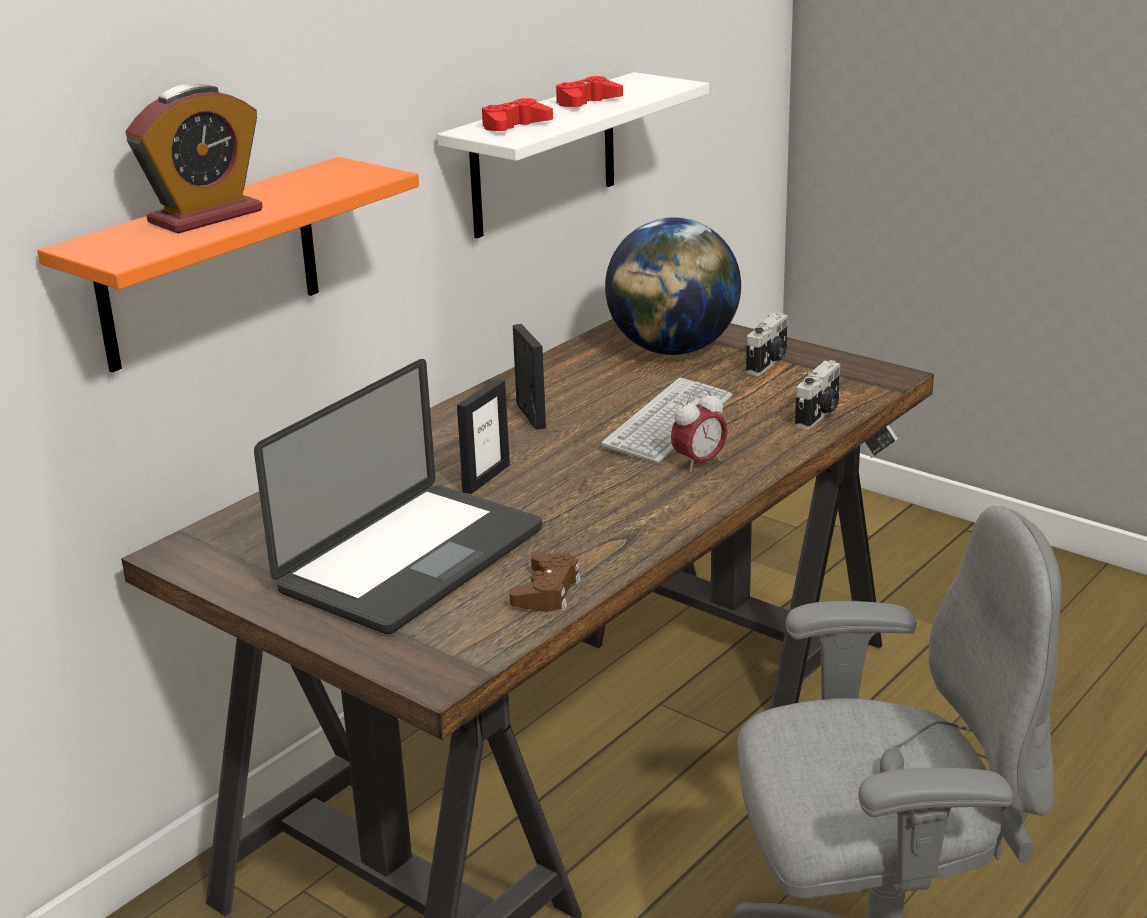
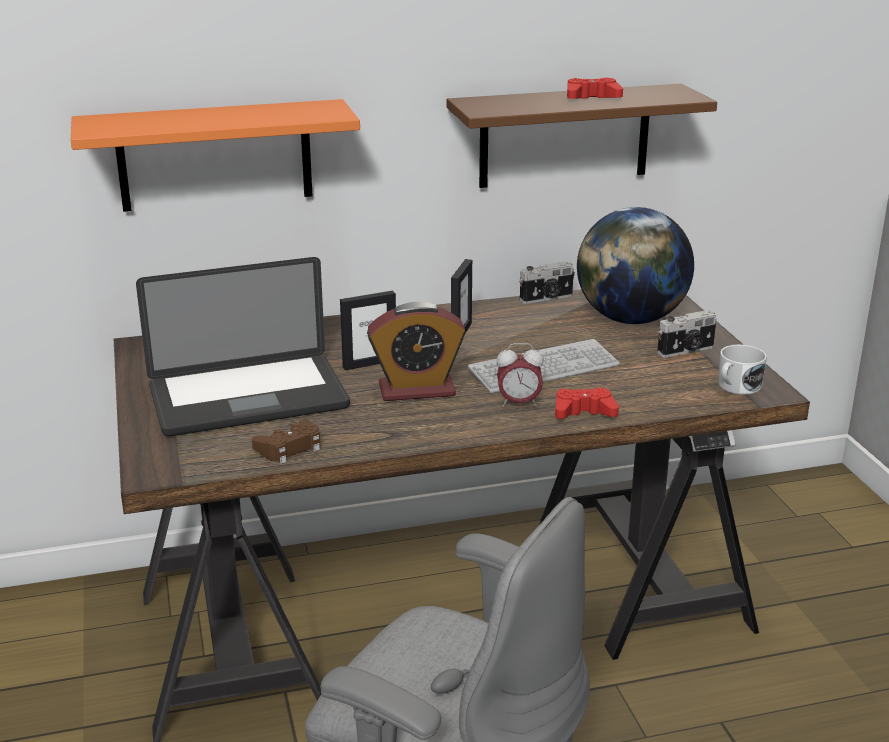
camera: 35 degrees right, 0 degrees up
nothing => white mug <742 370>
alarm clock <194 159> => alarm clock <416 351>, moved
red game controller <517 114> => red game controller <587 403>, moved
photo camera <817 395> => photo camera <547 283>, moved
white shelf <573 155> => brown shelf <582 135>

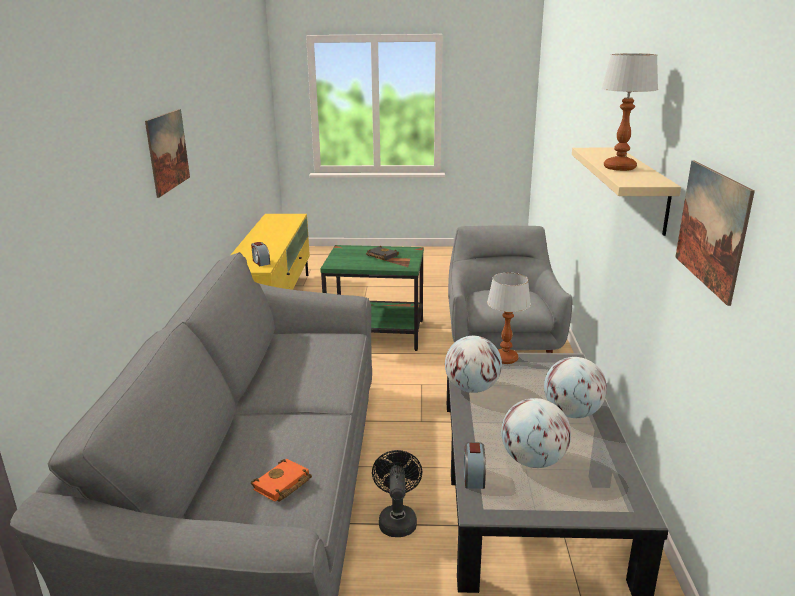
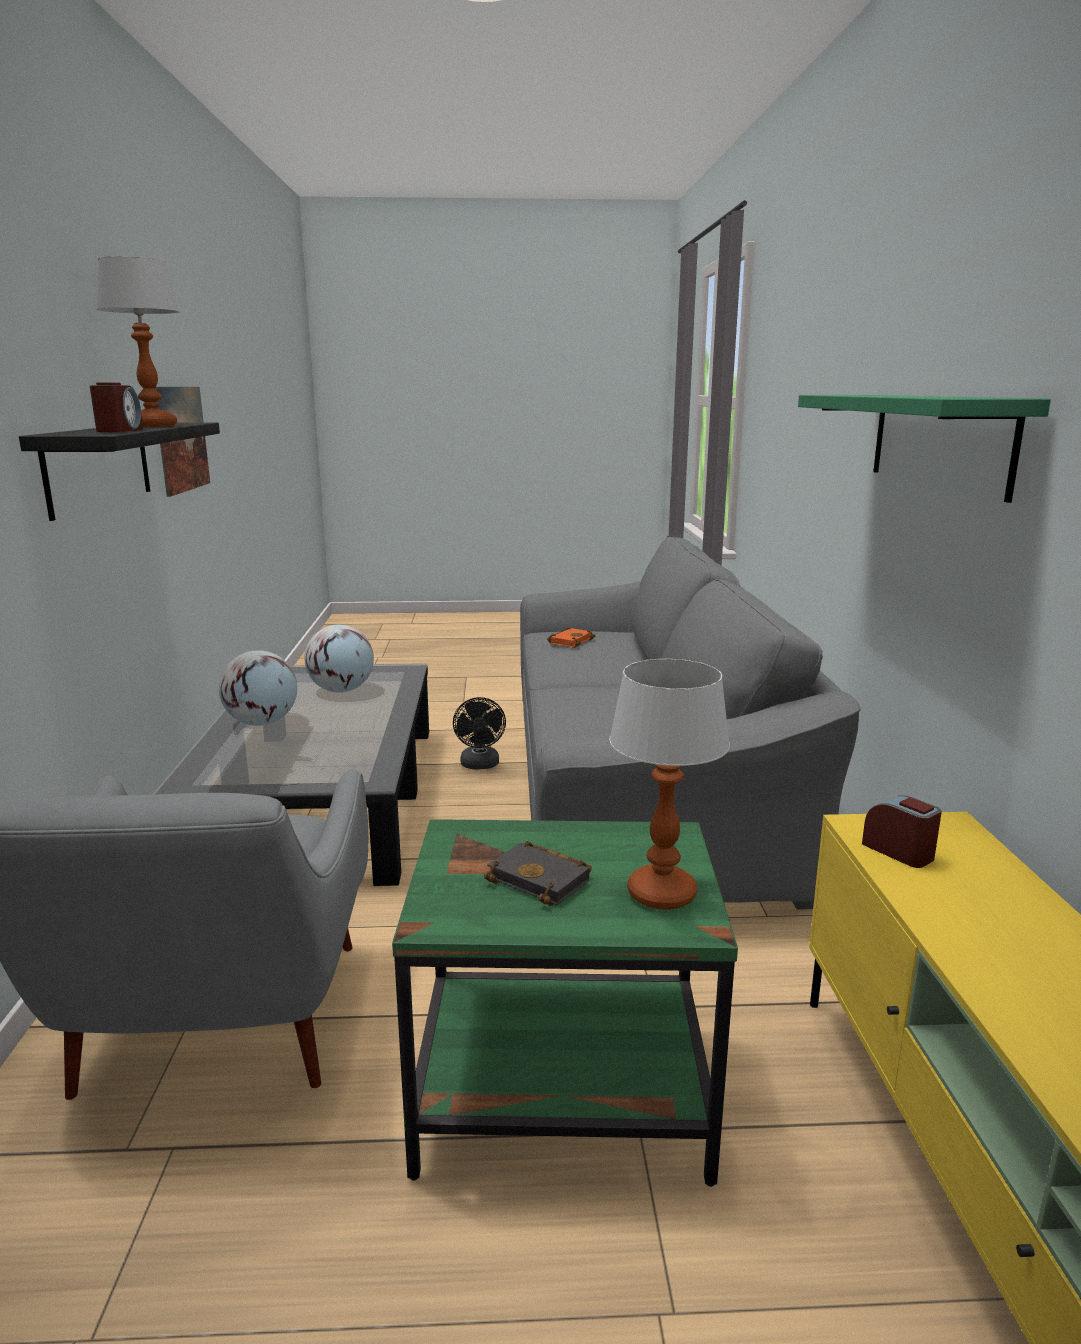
camera: 175 degrees right, 5 degrees down
globe <473 364> => nothing
alarm clock <475 465> => alarm clock <116 407>, moved
table lamp <509 318> => table lamp <669 784>, moved
picture <167 153> => green shelf <924 449>
beige shelf <626 192> => black shelf <119 472>

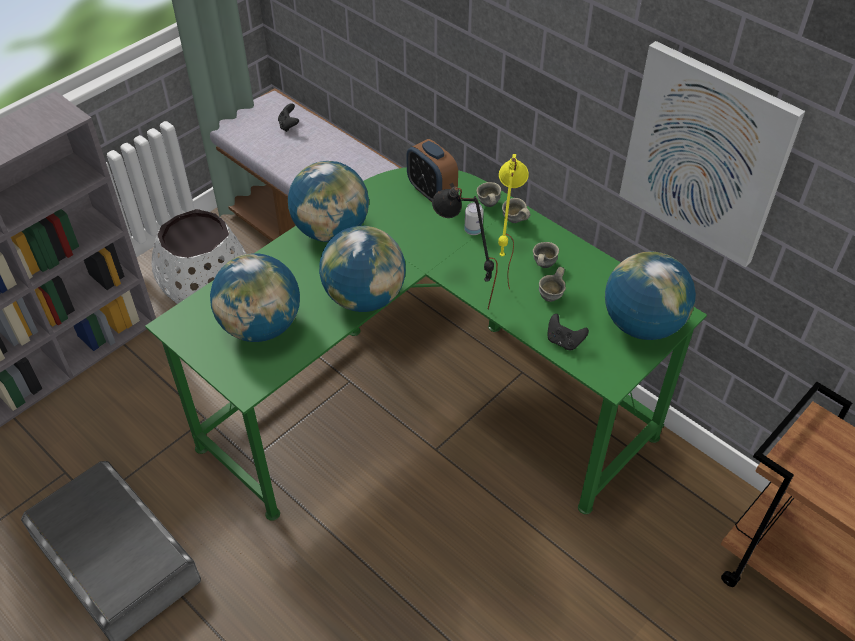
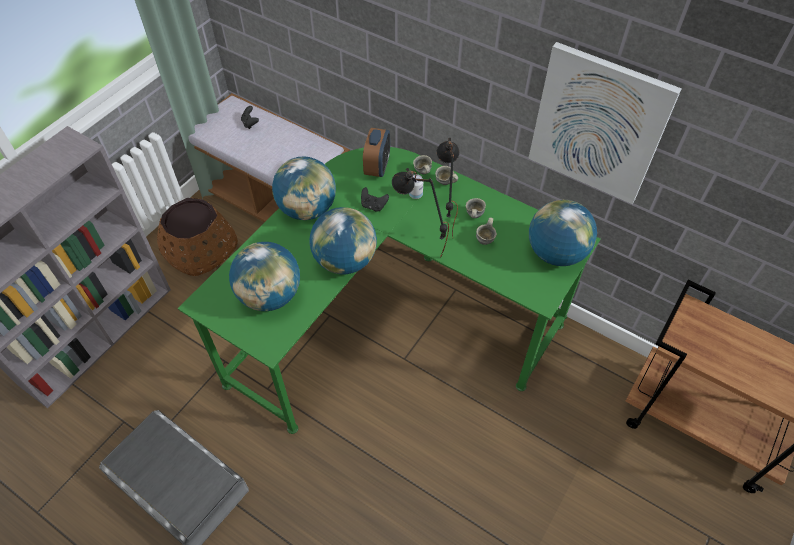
camera: 10 degrees left, 5 degrees up
black game controller <568 332> => black game controller <375 199>, moved
white planter <199 256> => brown planter <197 237>
yellow table lamp <513 222> => black table lamp <448 187>
alarm clock <432 170> => alarm clock <376 152>, 120 degrees counterclockwise

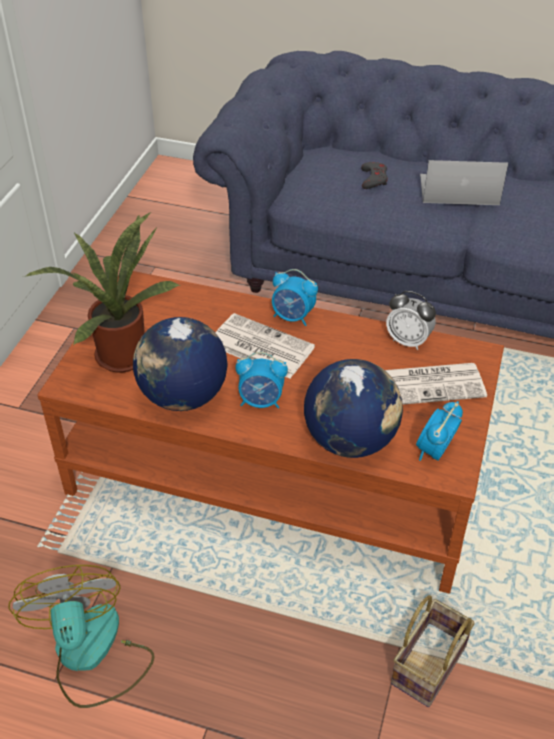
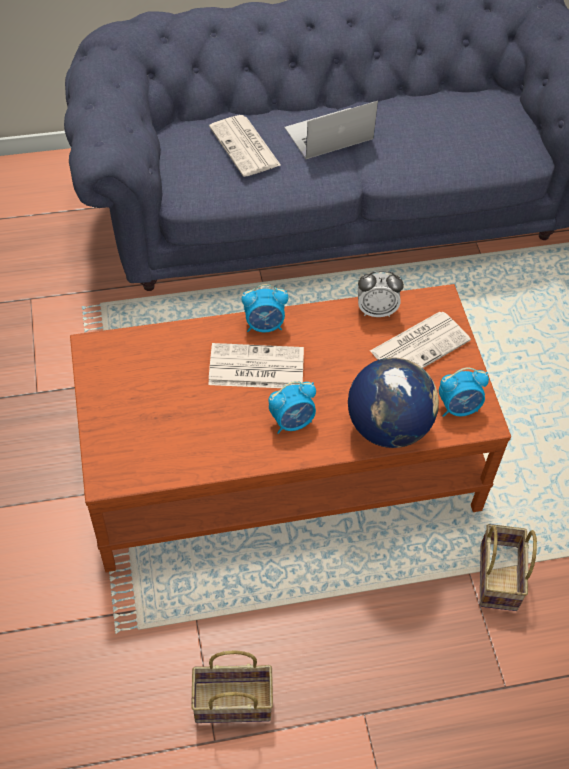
camera: 30 degrees left, 10 degrees up
potted plant <103 292> => nothing
globe <180 364> => nothing
fan <81 636> => basket <232 686>
grey game controller <374 175> => newspaper <245 146>
alarm clock <439 431> => alarm clock <464 392>, 105 degrees counterclockwise

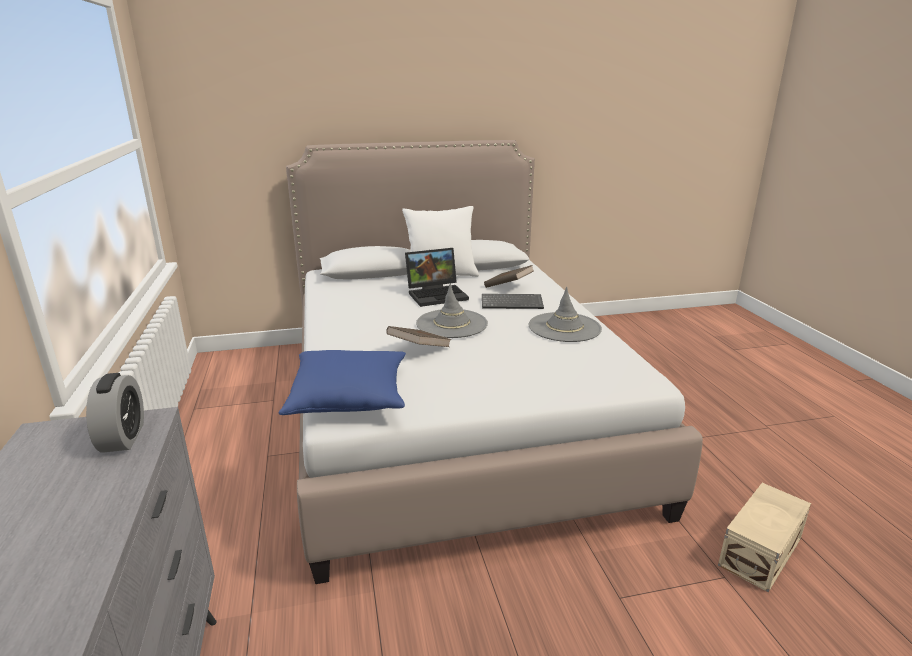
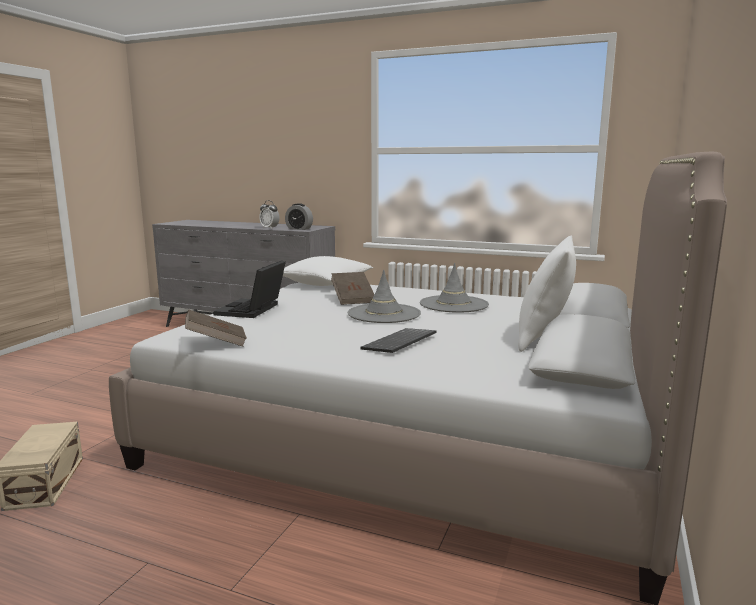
camera: 125 degrees right, 10 degrees down
nothing => alarm clock <269 214>
laptop <437 277> => laptop <249 289>, moved
brown book <509 276> => brown book <216 328>, moved
grey hat <565 314> => grey hat <454 288>, moved
blue pillow <342 382> => white pillow <328 271>

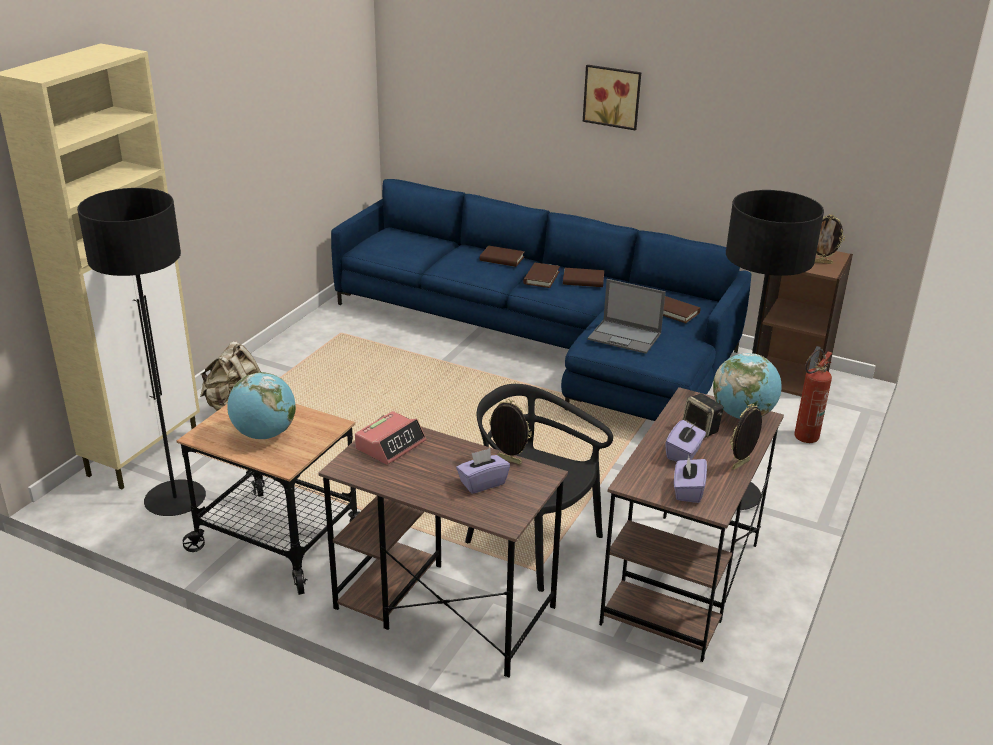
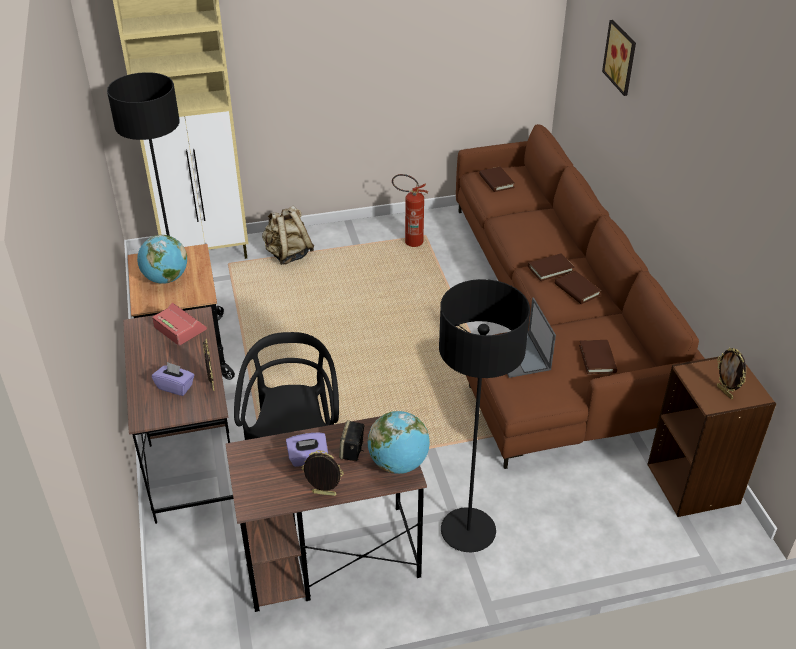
camera: 50 degrees right, 10 degrees up
purple tissue box <690 478> => nothing
brown book <502 256> => brown book <497 179>, moved
picture <612 97> => picture <619 58>, moved
fire extinguisher <813 396> => fire extinguisher <410 210>, moved
blue sofa <541 300> => brown sofa <580 296>
alarm clock <390 438> => alarm clock <179 324>, 135 degrees counterclockwise

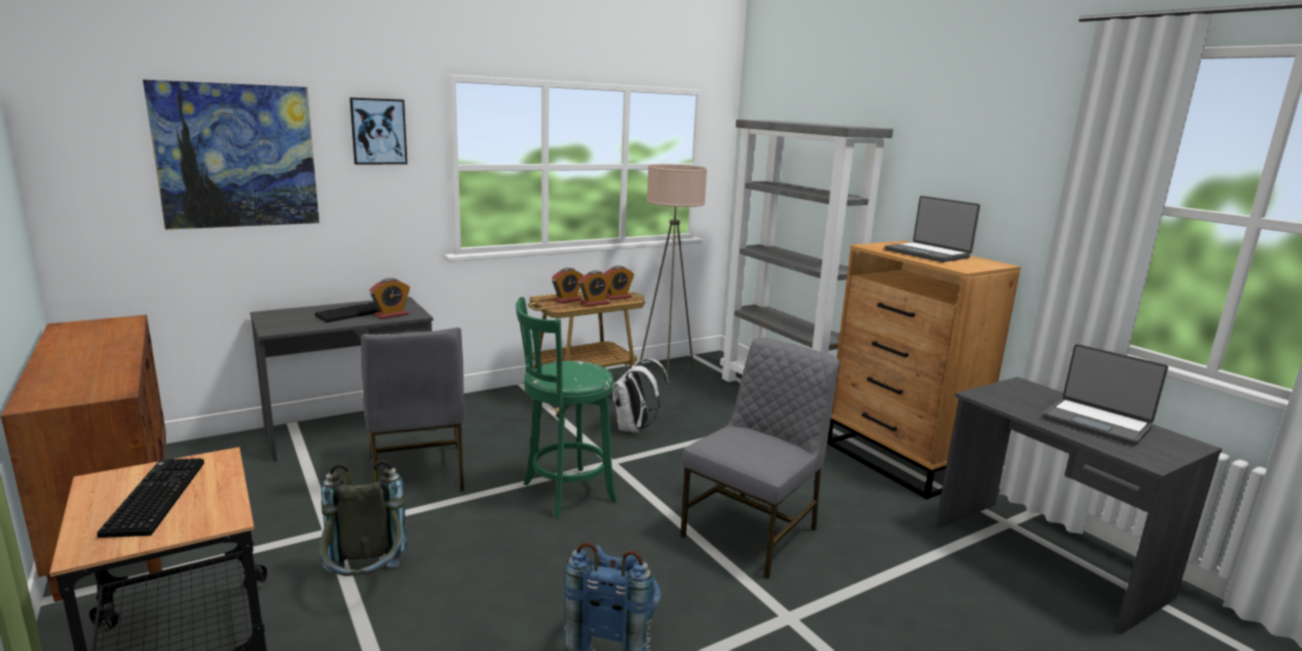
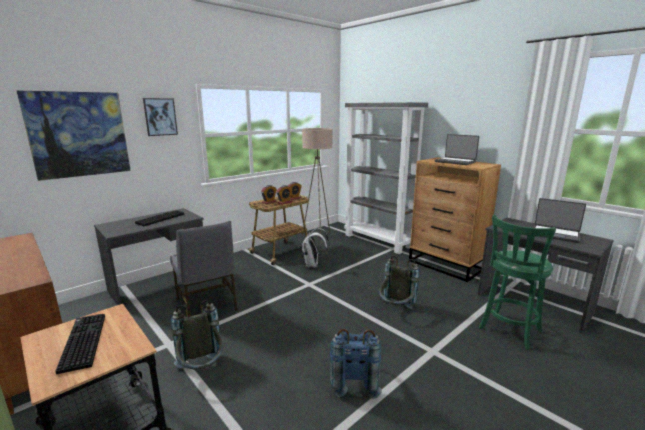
camera: 10 degrees left, 0 degrees up
alarm clock <390 298> => nothing
green stool <566 408> => green stool <517 282>, moved
grey chair <760 458> => grey backpack <399 282>

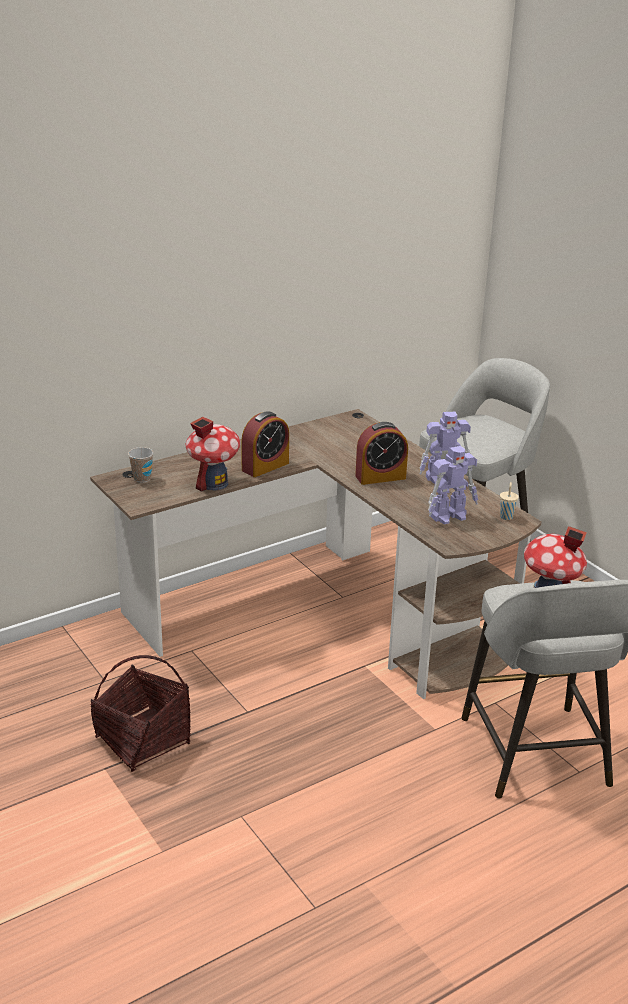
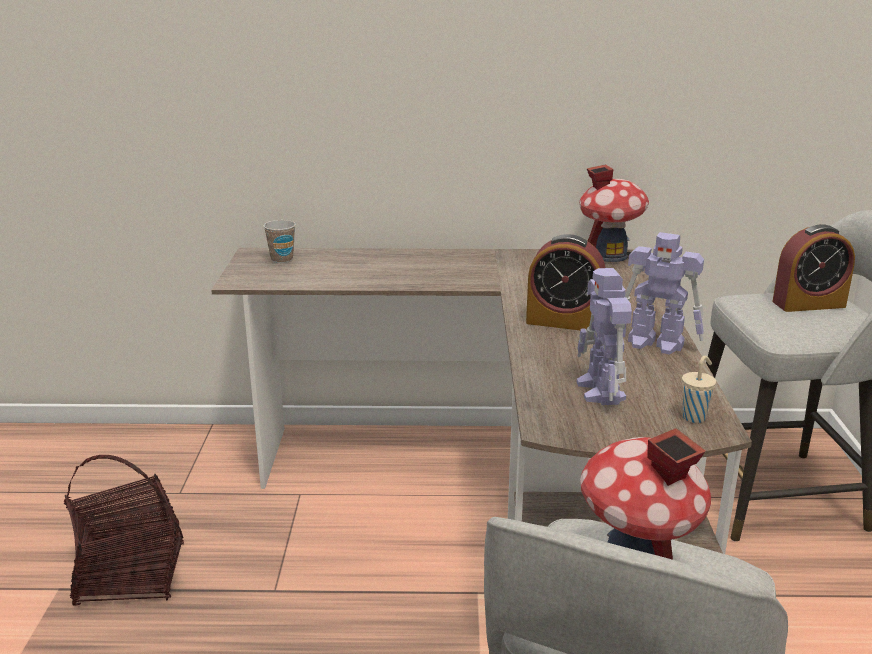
camera: 35 degrees right, 5 degrees down
toy house <213 454> => toy house <614 213>, moved
alarm clock <265 444> => alarm clock <813 268>, moved
toy robot <453 485> => toy robot <604 336>, 75 degrees clockwise

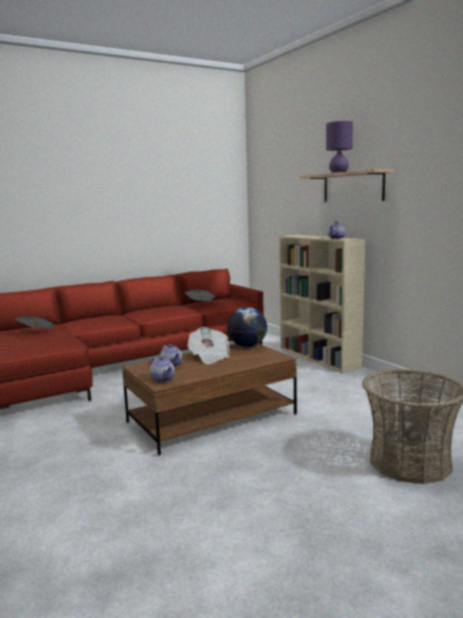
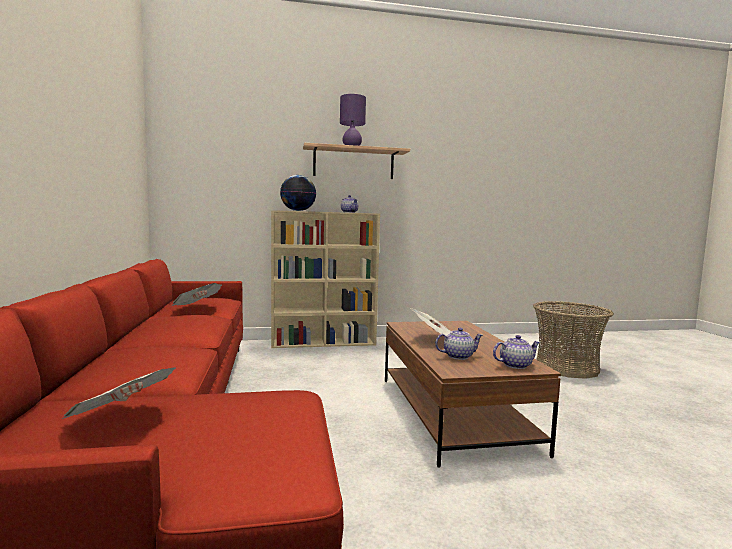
camera: 70 degrees left, 5 degrees down
globe <247 327> => globe <298 193>, moved

